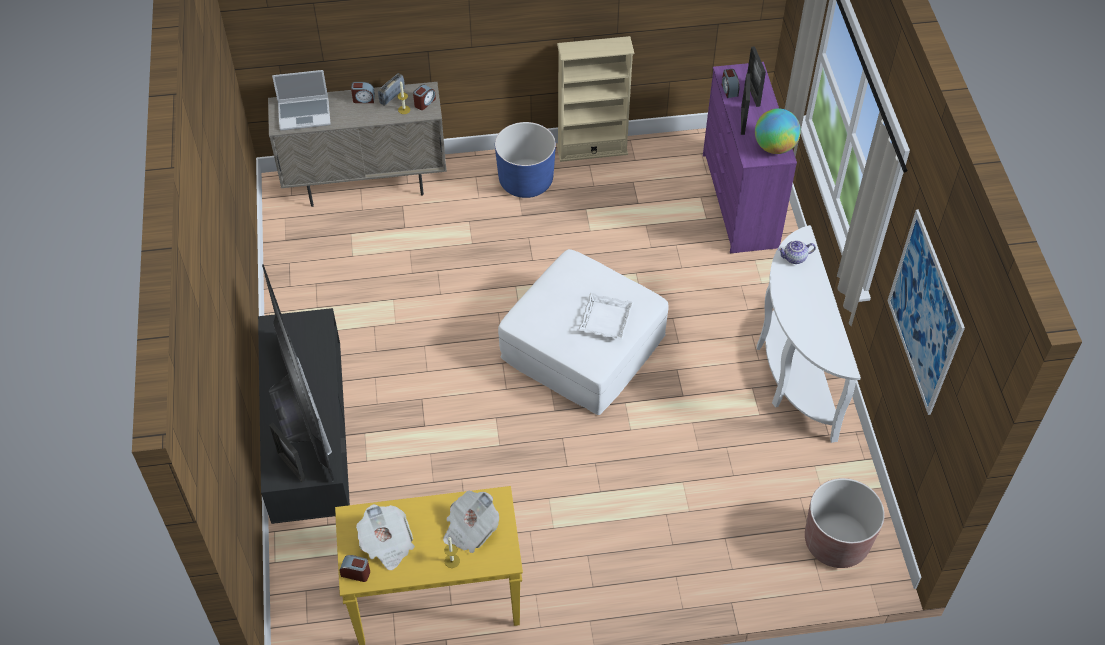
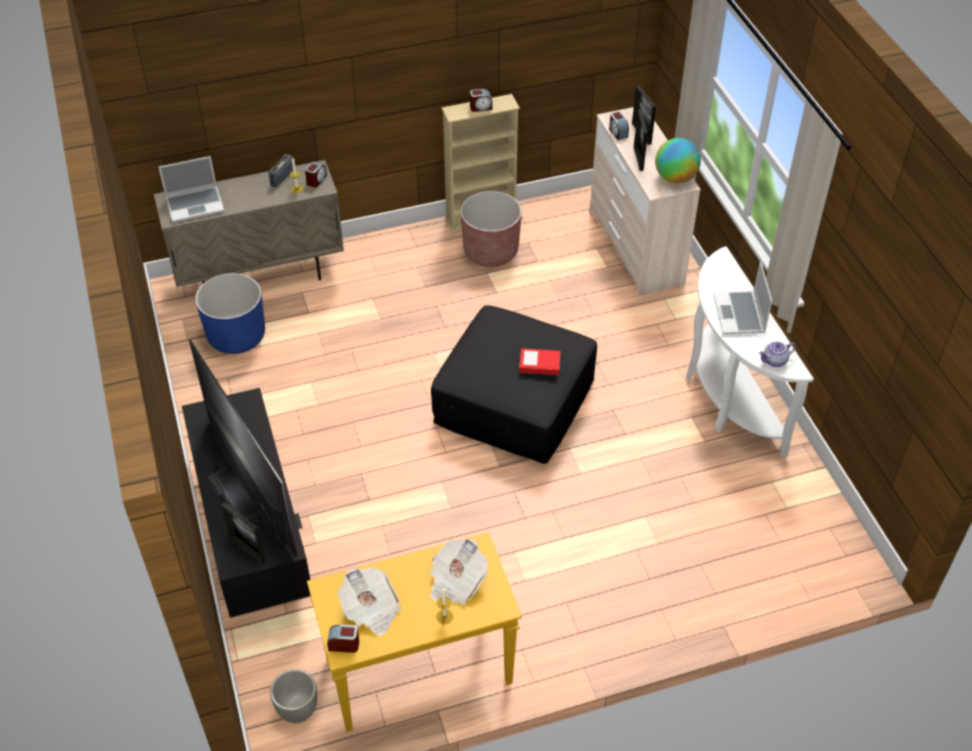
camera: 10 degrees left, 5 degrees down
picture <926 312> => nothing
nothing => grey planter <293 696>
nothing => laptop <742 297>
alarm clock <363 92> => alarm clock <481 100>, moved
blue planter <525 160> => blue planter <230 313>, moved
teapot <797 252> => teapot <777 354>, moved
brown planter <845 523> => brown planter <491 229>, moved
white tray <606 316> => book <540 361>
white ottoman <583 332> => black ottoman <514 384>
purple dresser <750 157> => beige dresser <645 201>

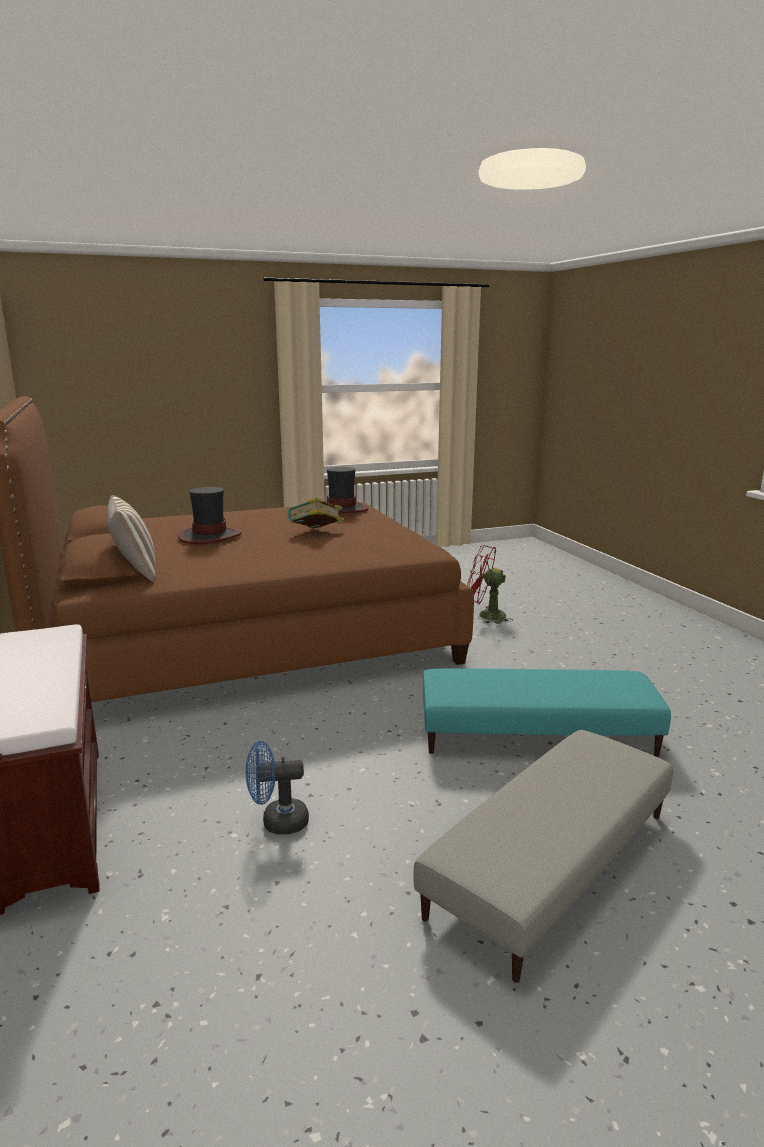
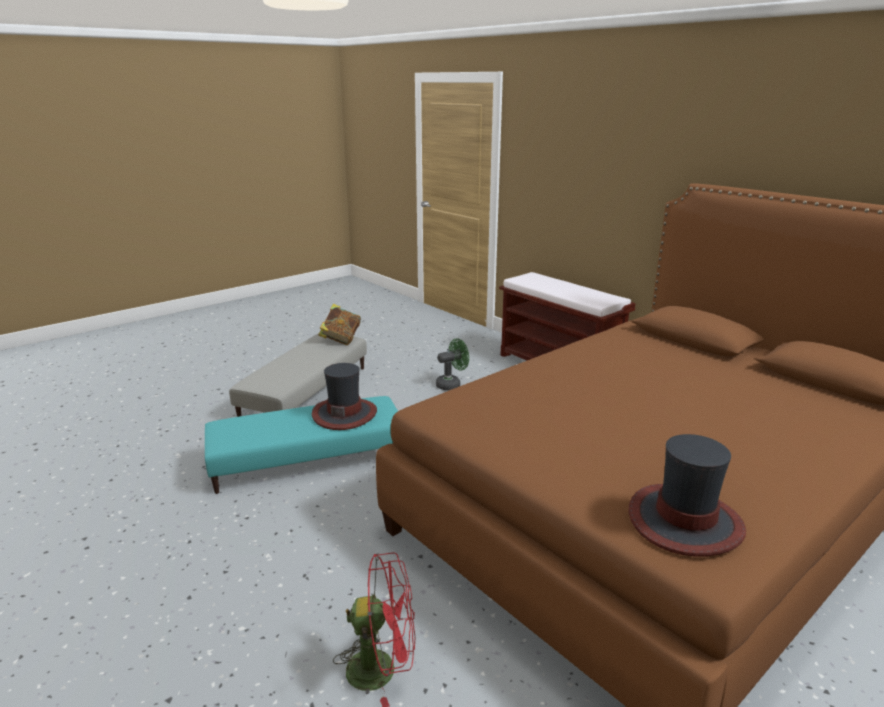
camera: 160 degrees right, 5 degrees up
pillow <131 539> => nothing
hat <209 515> => hat <344 396>, moved
book <315 513> => book <339 324>, moved
blue fan <277 788> => green fan <452 364>

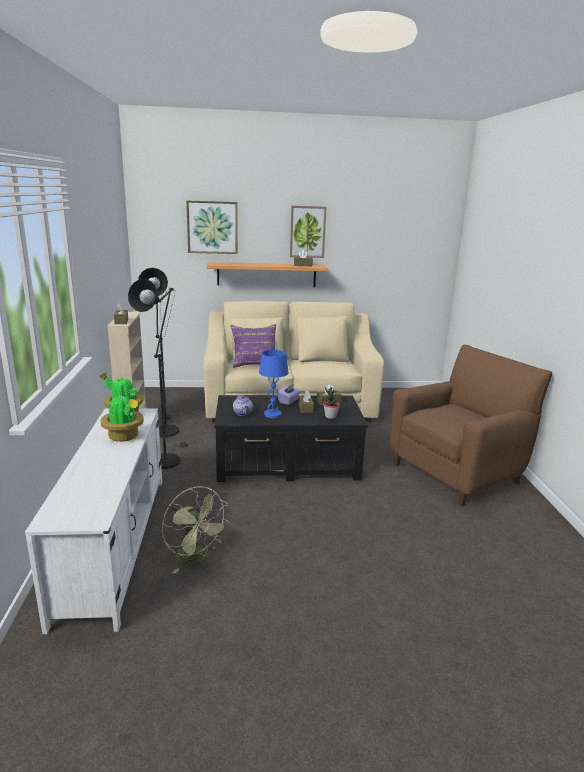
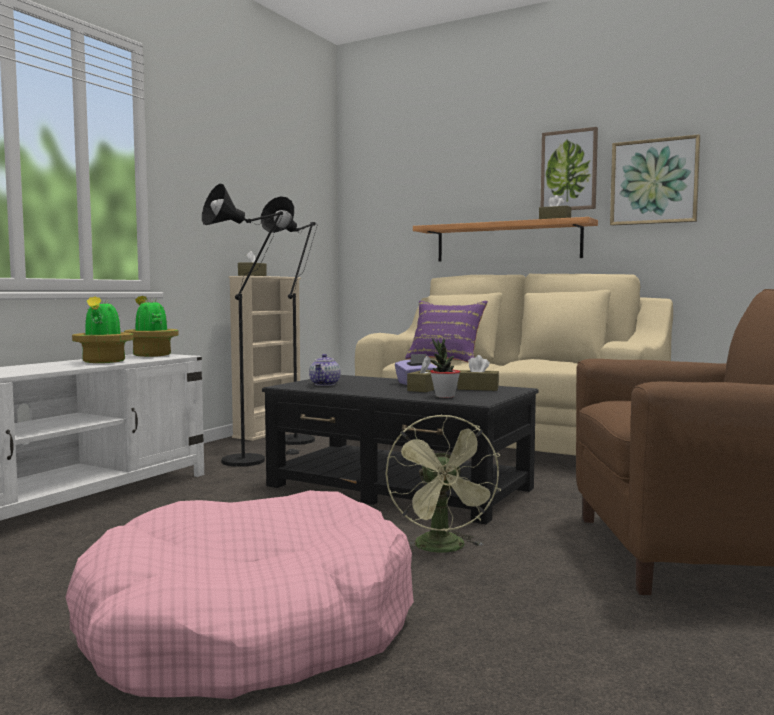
camera: 35 degrees right, 15 degrees down
blue table lamp <274 384> => nothing
nothing => pink dog bed <239 594>
green fan <195 530> => green fan <443 483>, moved
picture <212 227> => picture <655 180>, moved

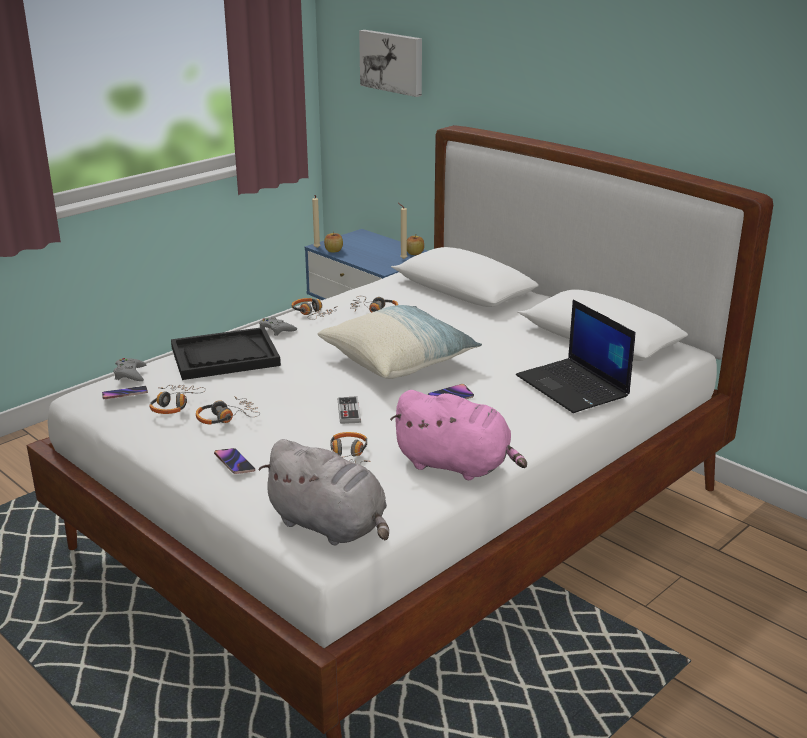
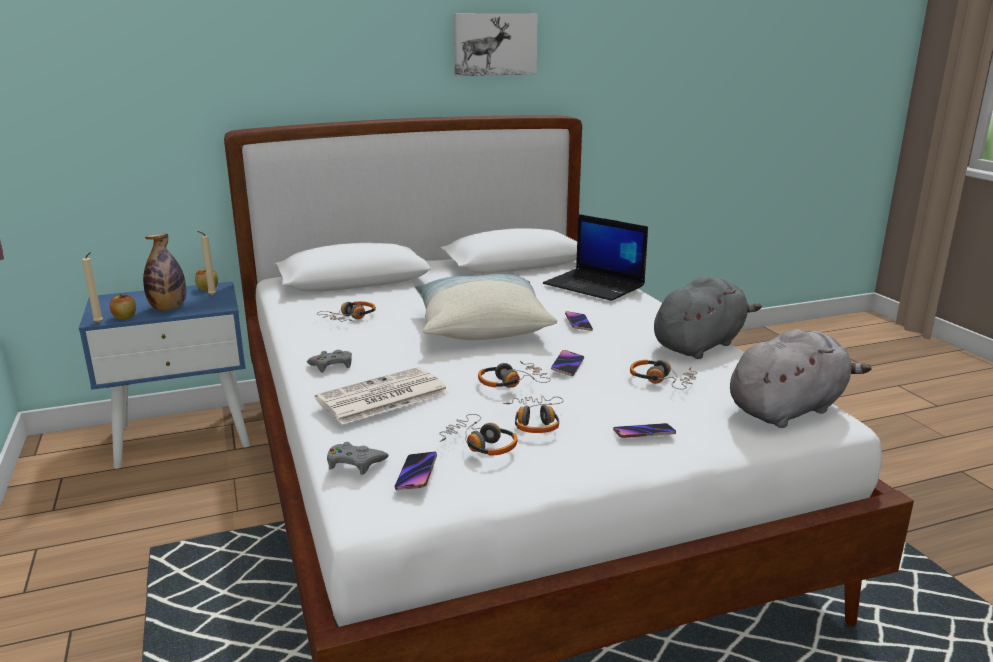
camera: 65 degrees left, 5 degrees down
nothing => bottle <164 272>
headphones <315 309> => headphones <514 374>, moved
picture <390 63> => picture <495 44>, moved
black tray <226 353> => newspaper <382 396>
game controller <349 410> => phone <567 363>
pink plush toy <458 435> => grey plush toy <708 317>
laptop <575 356> => laptop <595 257>, 45 degrees clockwise

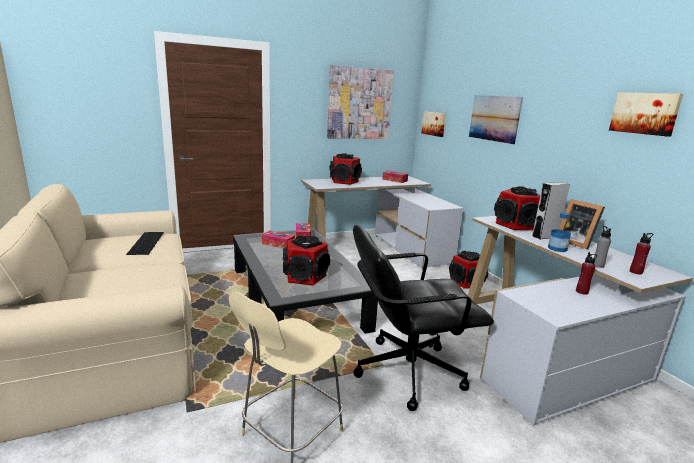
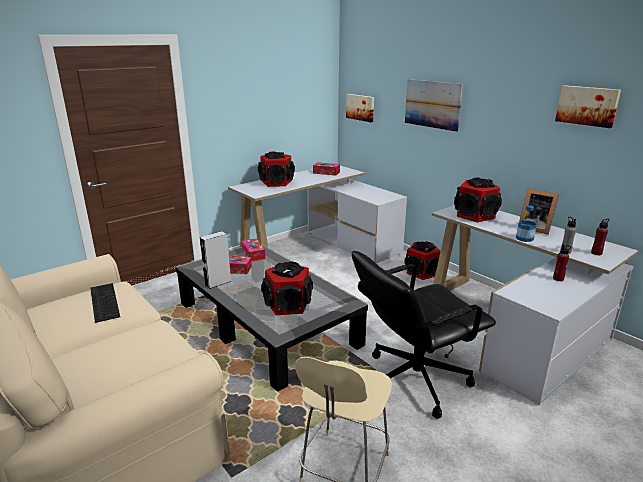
camera: 15 degrees left, 5 degrees up
picture <360 102> => nothing
grey speaker <551 210> => grey speaker <215 260>, moved

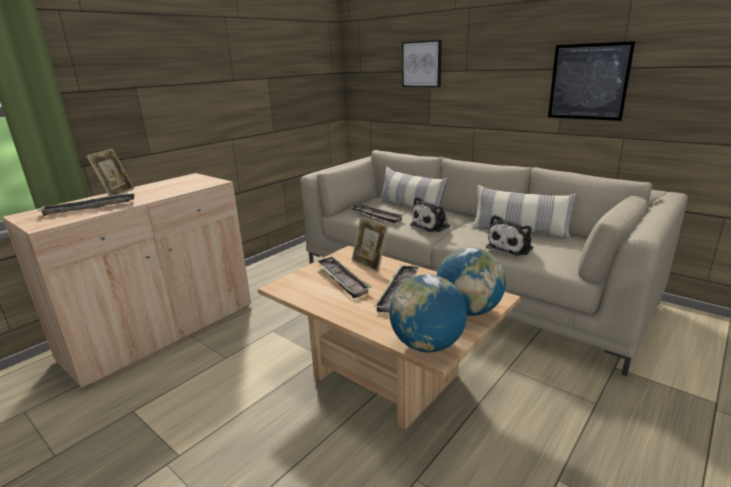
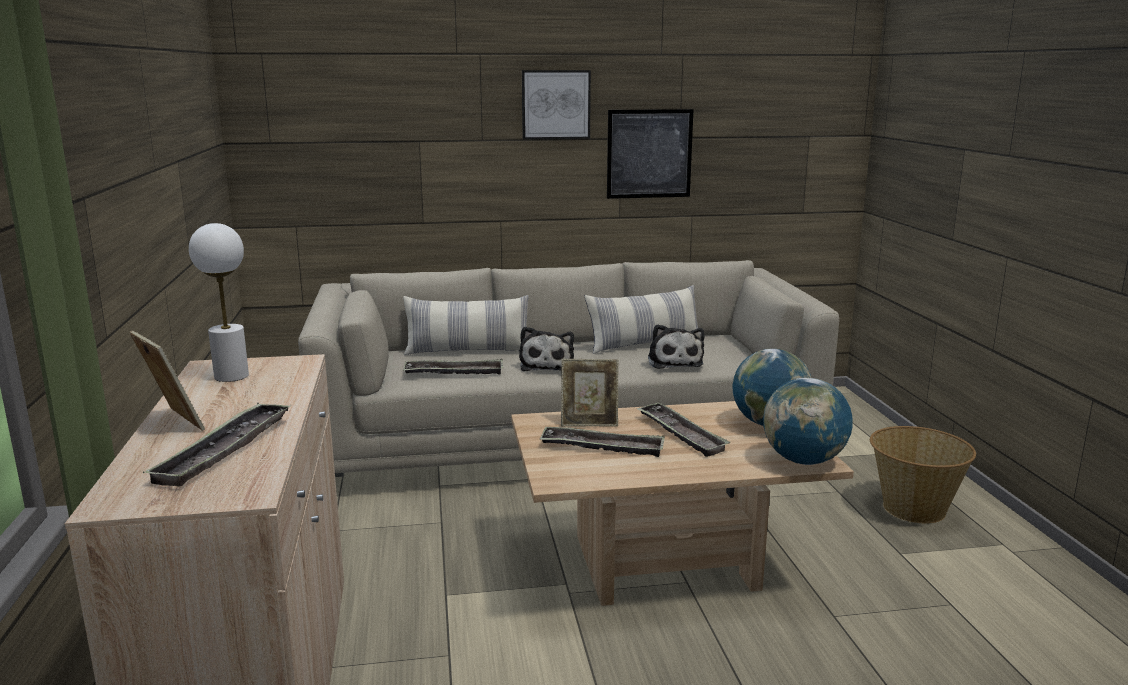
camera: 50 degrees left, 5 degrees down
nothing => white table lamp <219 302>
nothing => basket <923 474>
picture <422 63> => picture <556 105>, moved

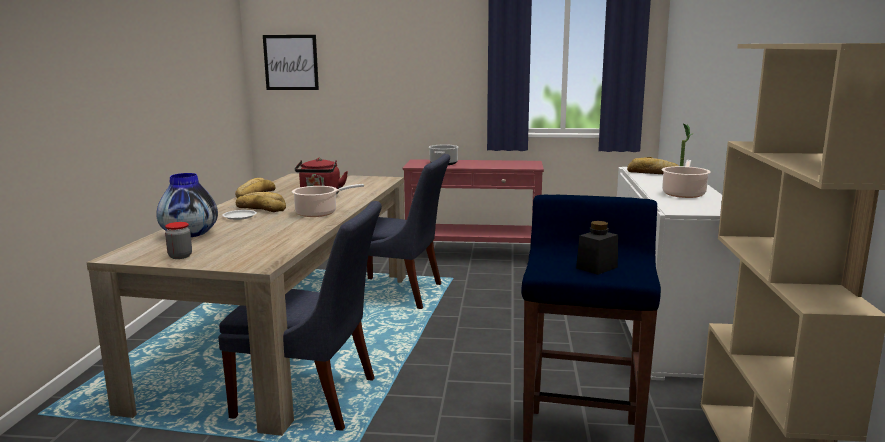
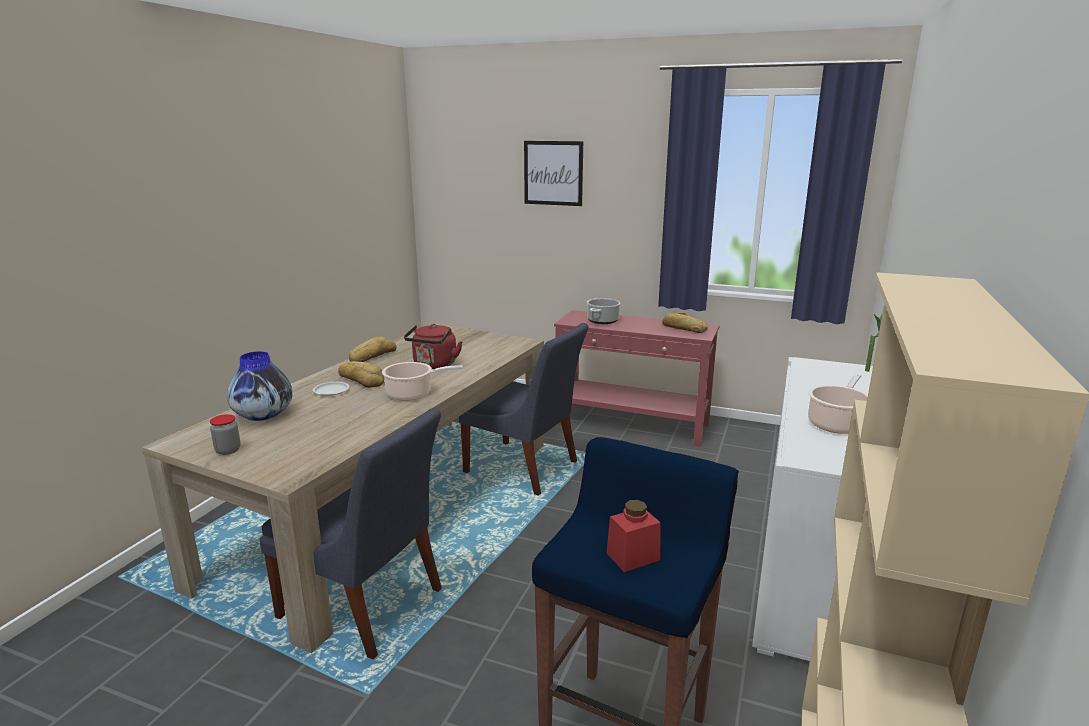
camera: 15 degrees right, 5 degrees up
picture <291 62> => picture <553 173>, moved
bread <653 165> => bread <685 323>, moved
black jar <597 248> => red jar <634 536>

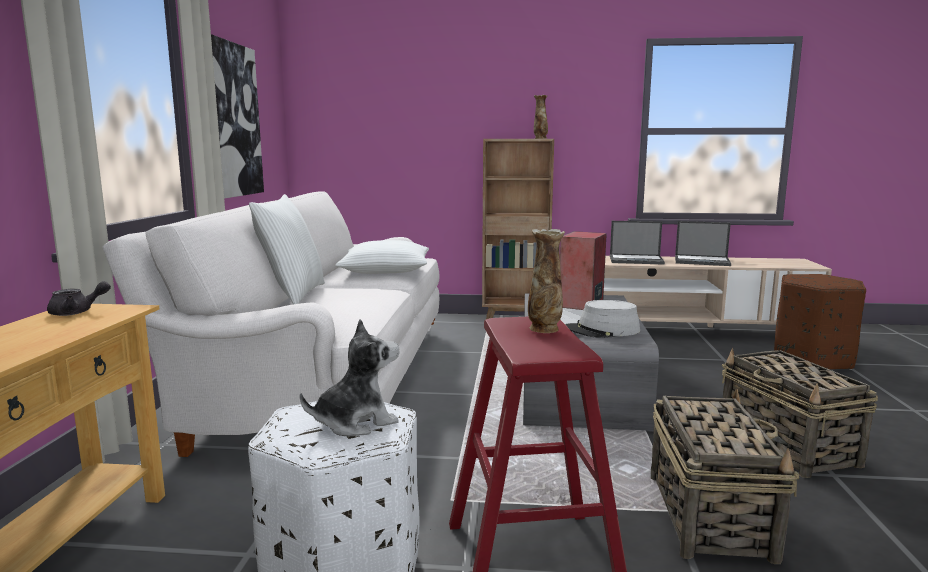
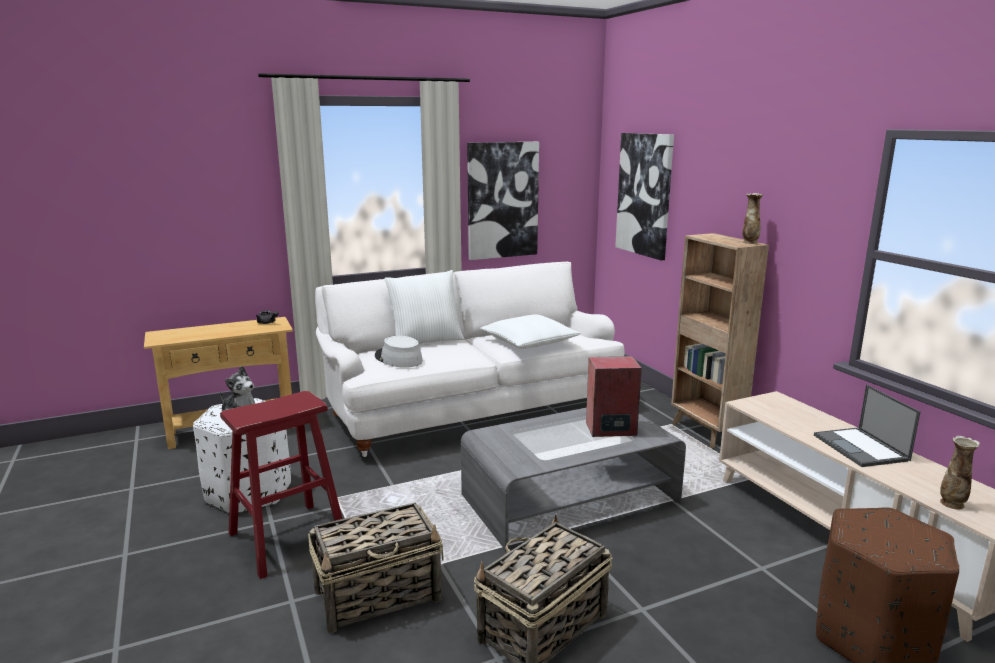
camera: 60 degrees right, 5 degrees up
laptop <637 243> => nothing
nothing => picture <644 196>
vase <546 281> => vase <960 473>, moved
grey hat <602 319> => grey hat <399 352>, moved

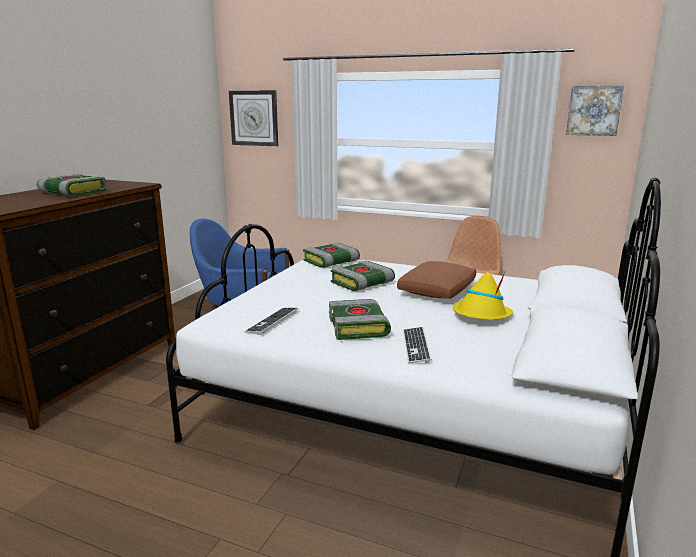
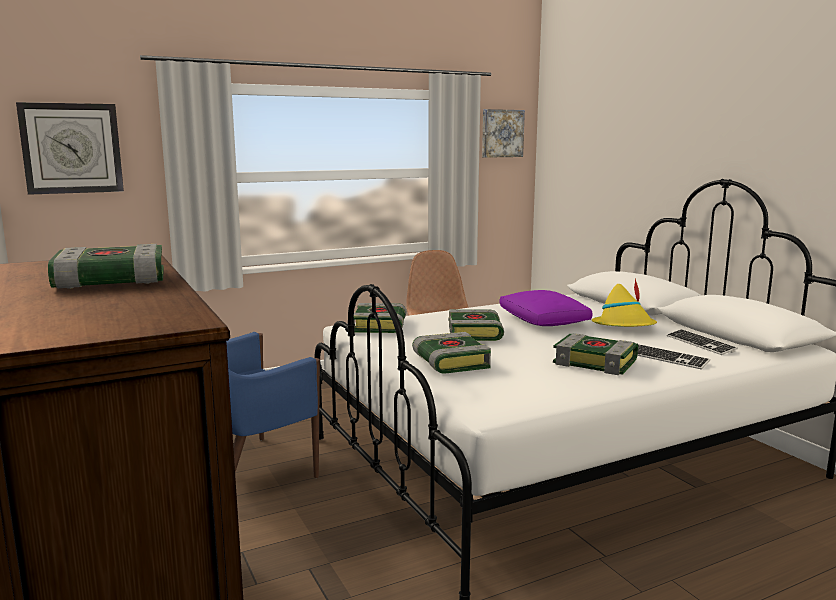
camera: 50 degrees left, 5 degrees down
nothing => book <451 353>
keyboard <271 321> => keyboard <702 342>, moved
brown pillow <436 280> => purple pillow <546 308>

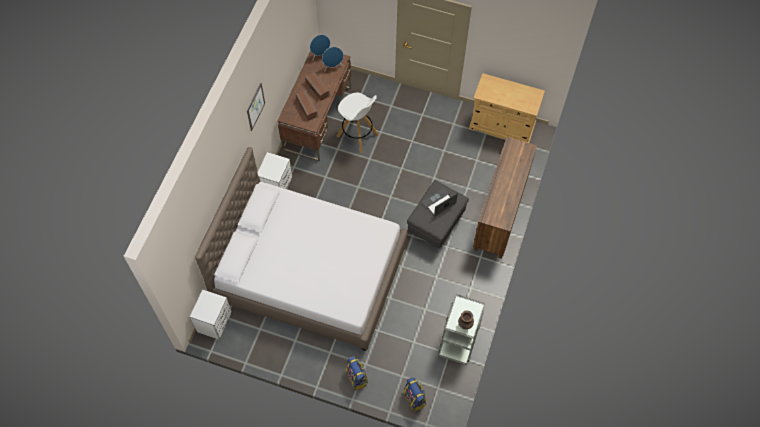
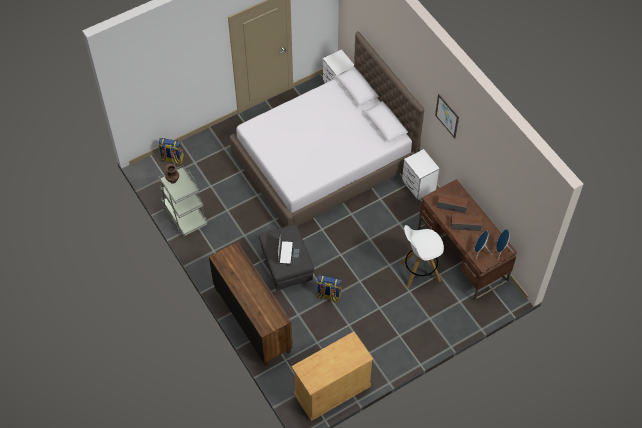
camera: 130 degrees right, 5 degrees down
backpack <357 373> => backpack <329 289>, moved

